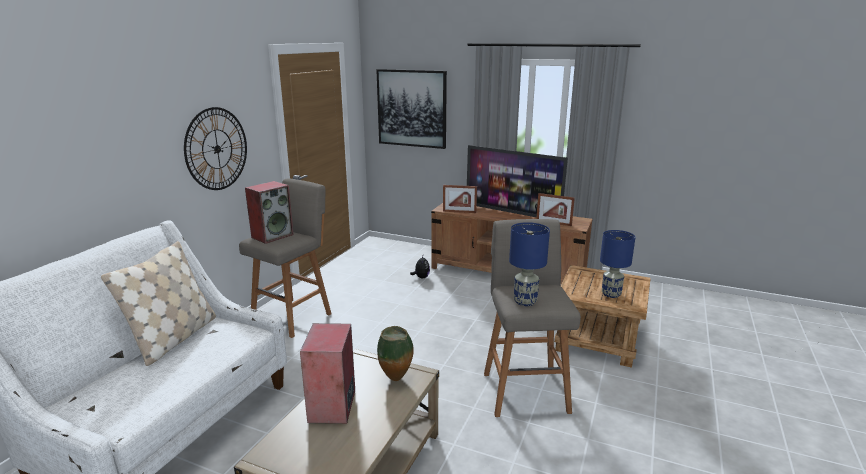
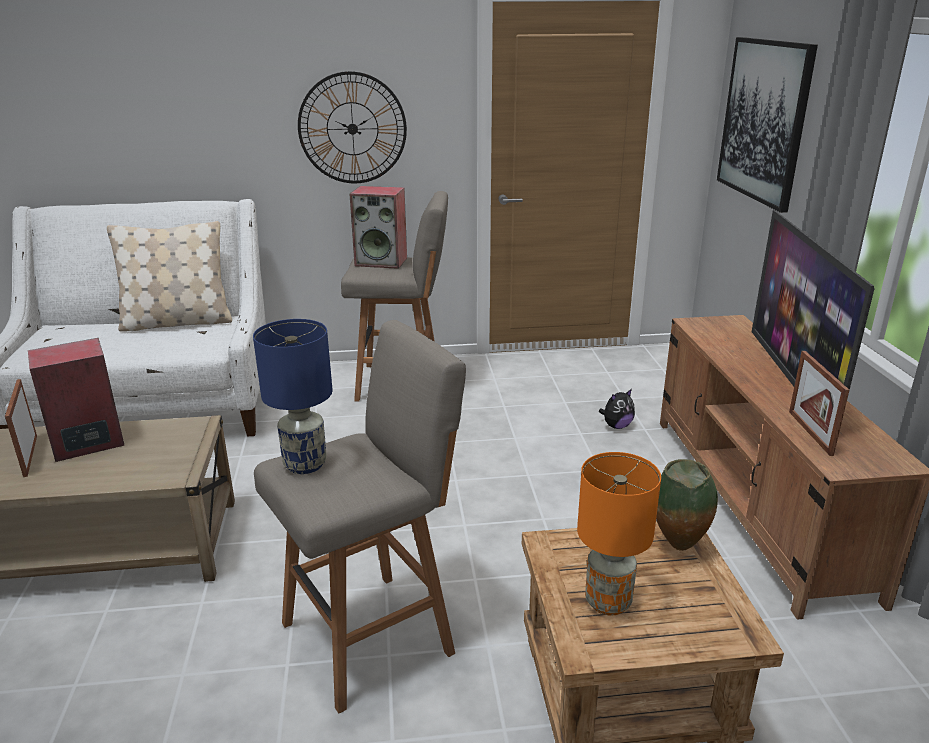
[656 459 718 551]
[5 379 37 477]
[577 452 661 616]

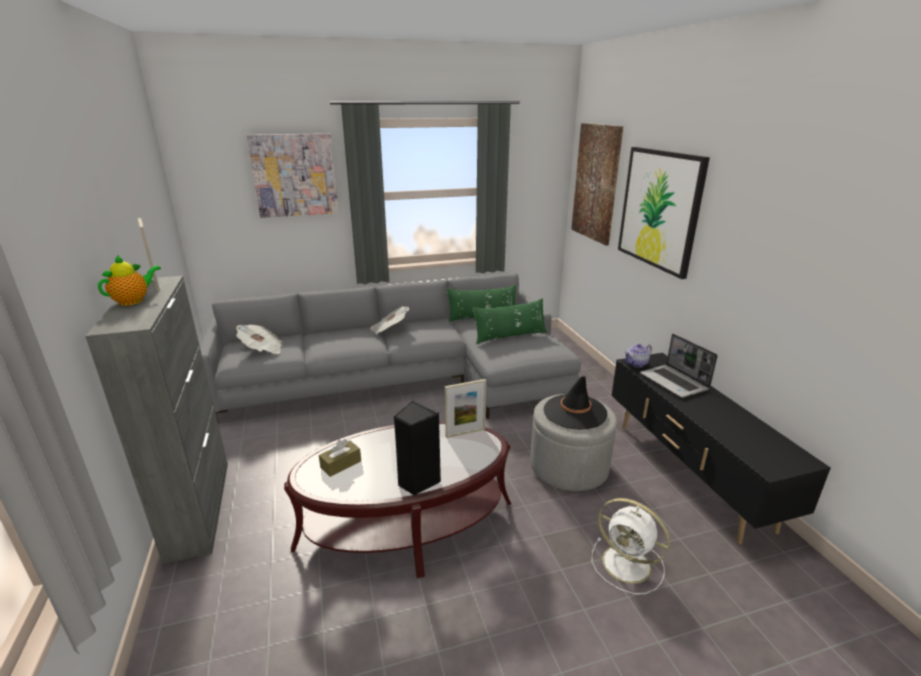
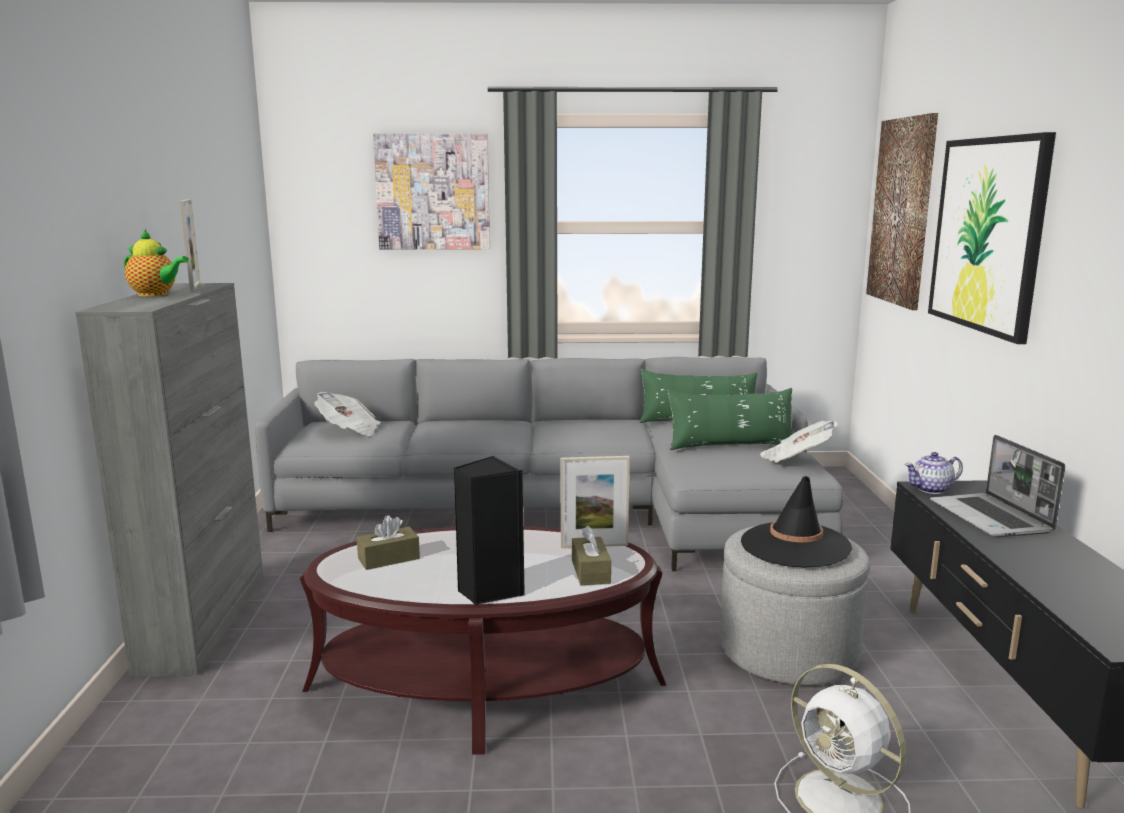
[572 526 611 585]
[760 421 838 463]
[124 229 189 296]

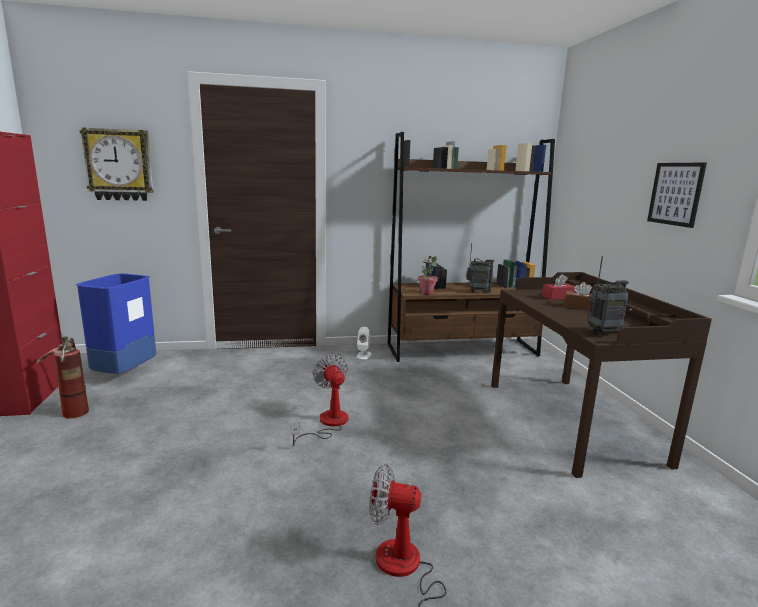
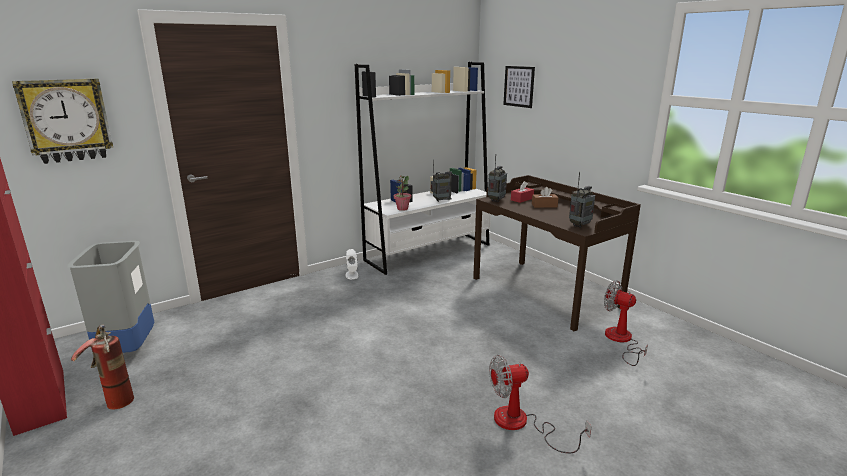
[488 154 507 202]
[604 280 648 366]
[503 66 535 108]
[67 241 154 353]
[355 62 491 275]

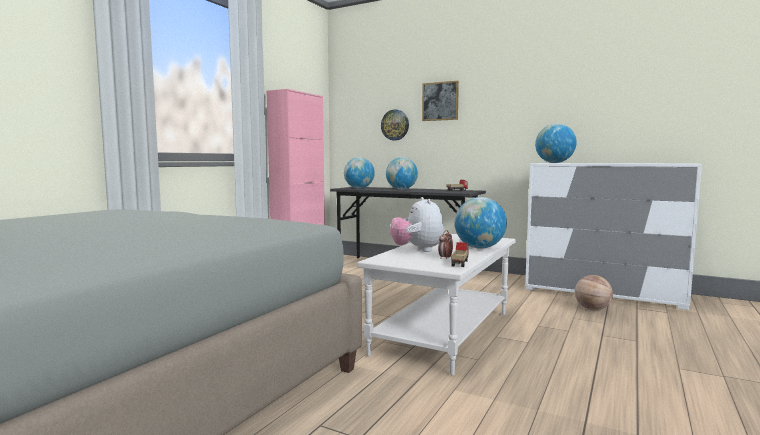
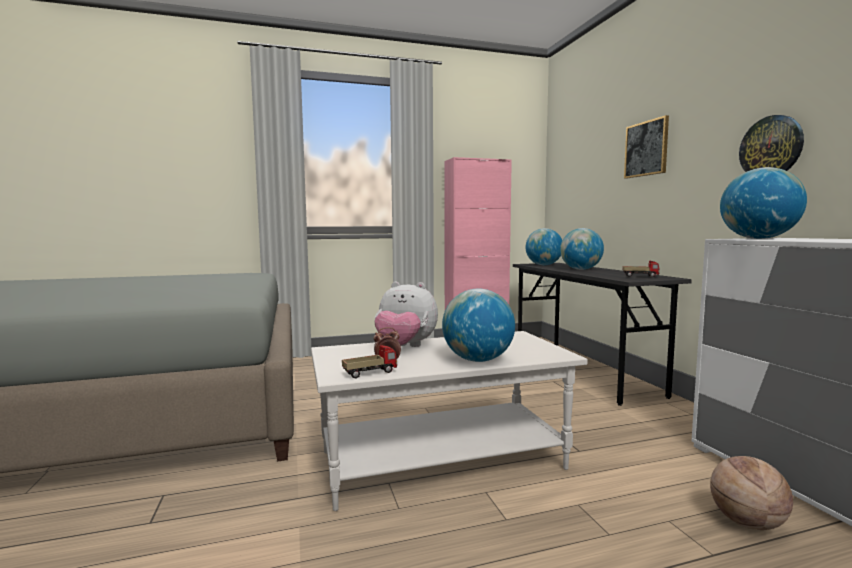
[739 115 804 172]
[374 282 438 347]

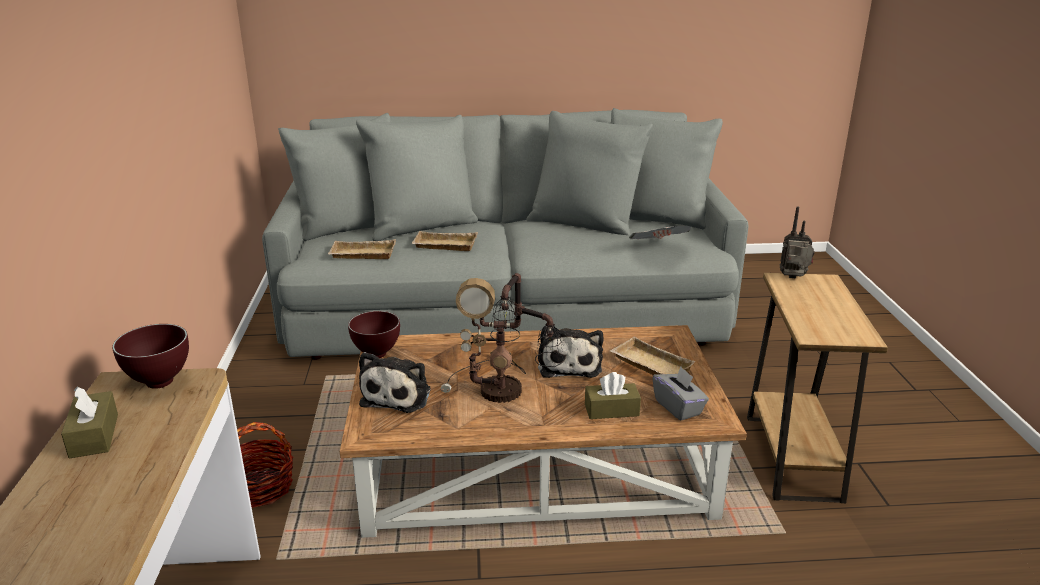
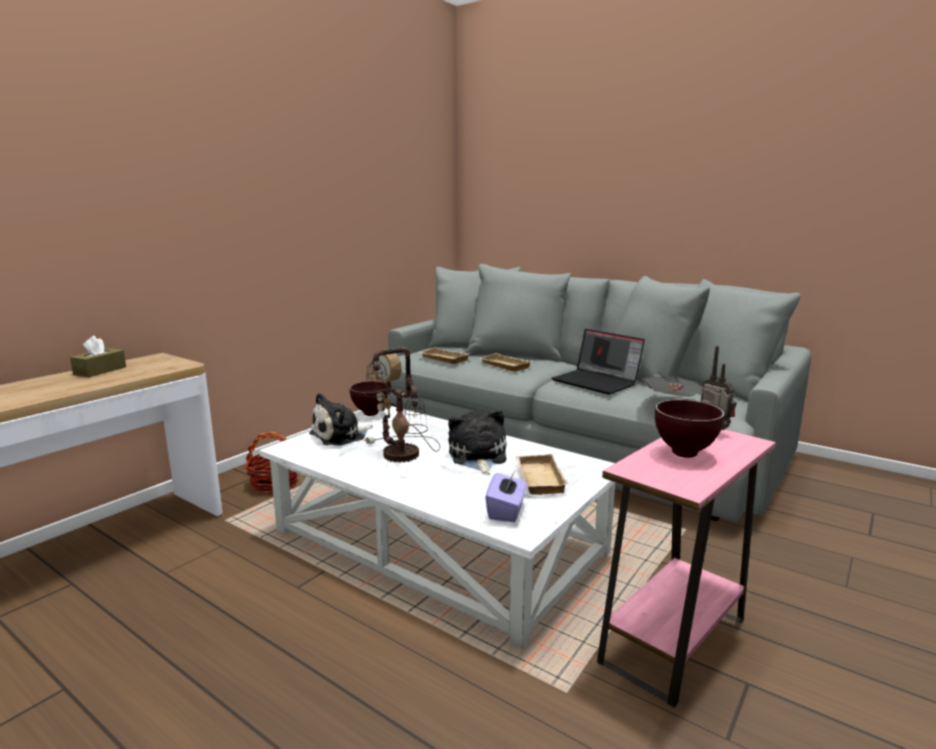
[585 372 641 419] (first image)
[552 329 645 395]
[655 399 724 458]
[259 406 615 649]
[485 471 527 522]
[597 429 776 707]
[448 410 506 475]

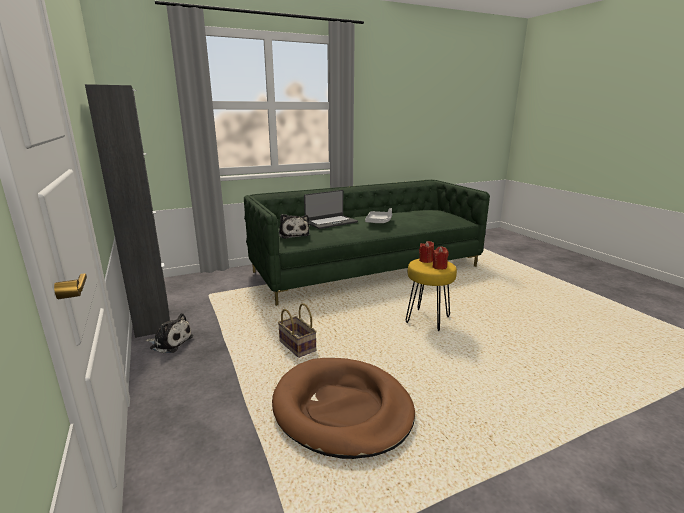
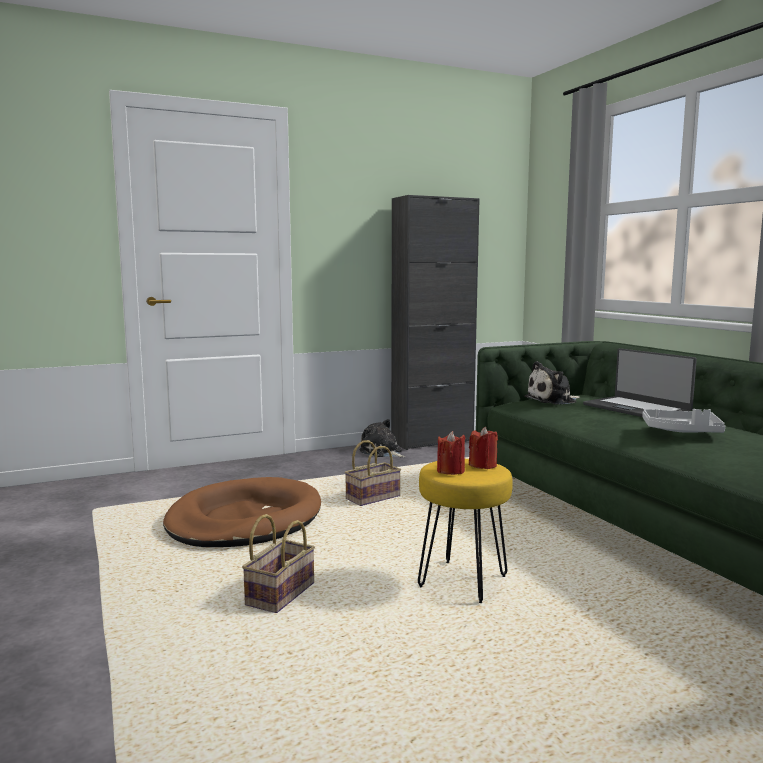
[242 514 315 613]
[359 419 406 458]

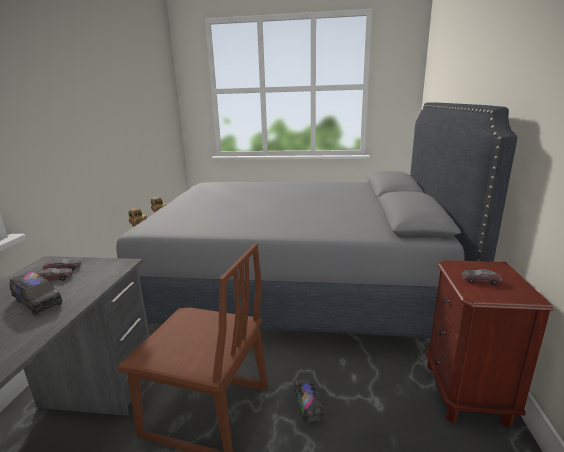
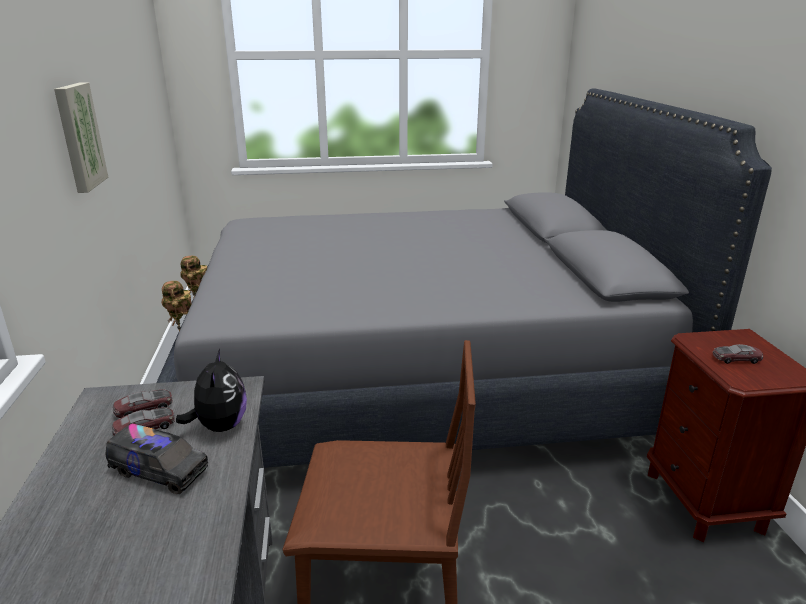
[294 379 324 424] (first image)
[54 82 108 193]
[176 349 247 432]

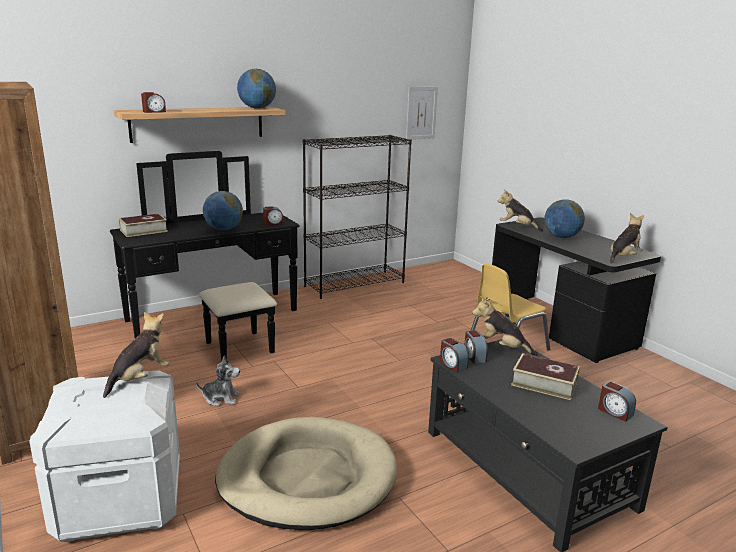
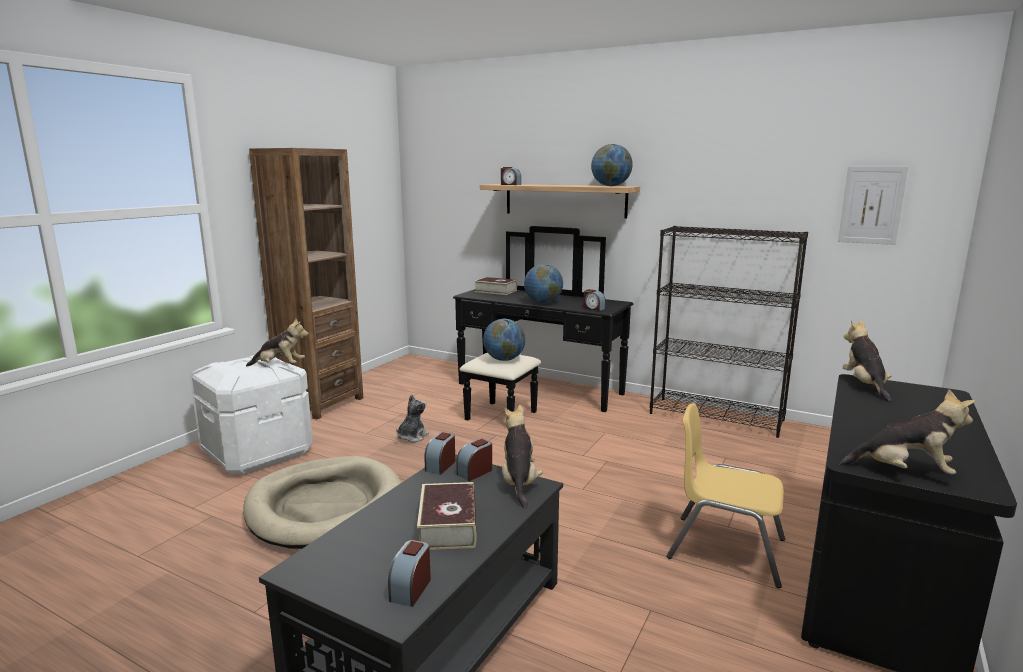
[483 319 525 361]
[396 394 429 442]

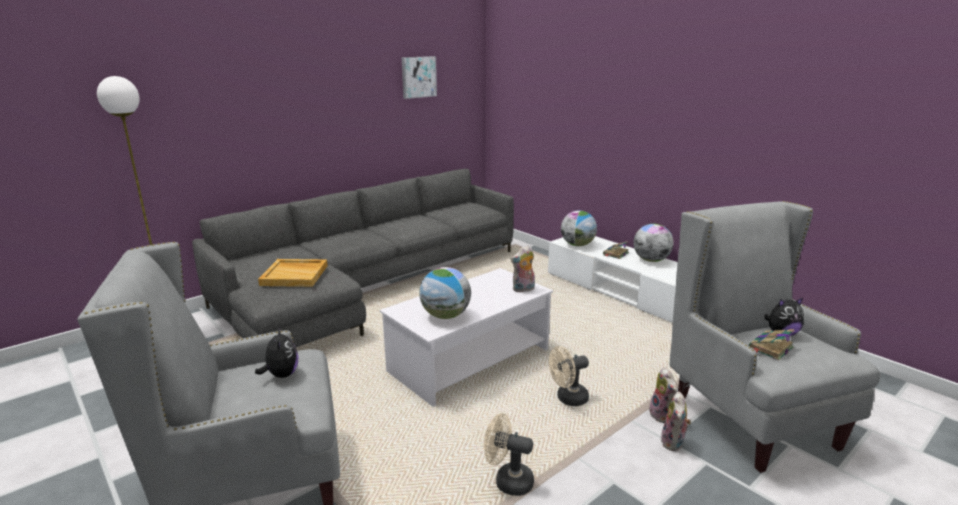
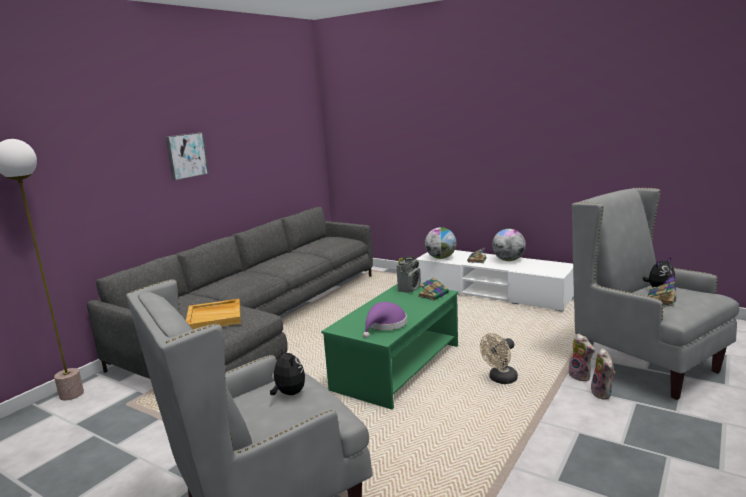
[484 413 534 496] (first image)
[397 256 421 293]
[165 132 209 181]
[363 302 407 338]
[418 277 449 301]
[321 284 458 410]

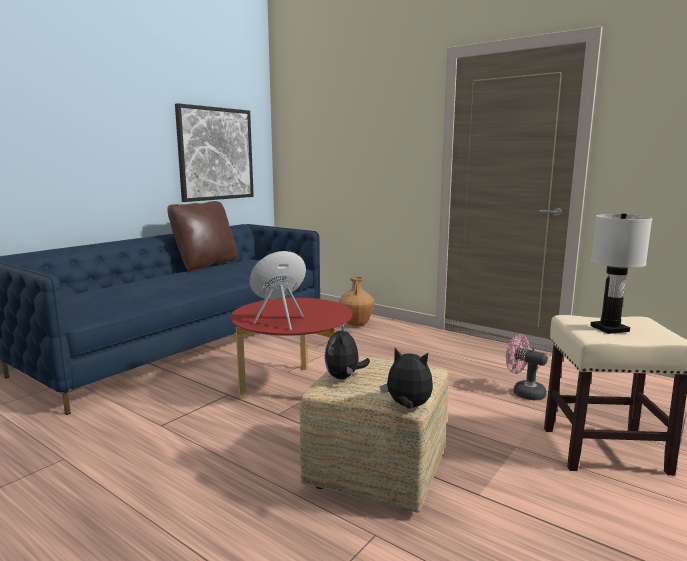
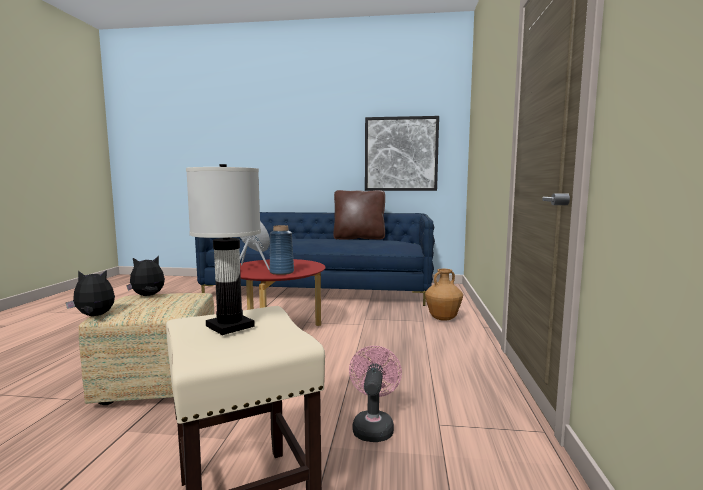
[270 225 294 275]
[66 270 115 316]

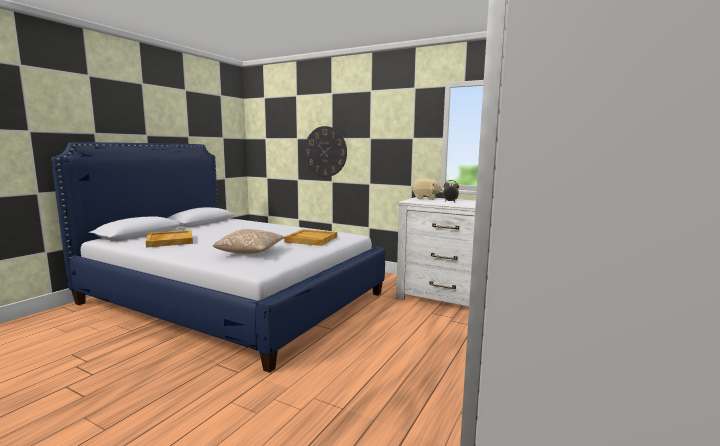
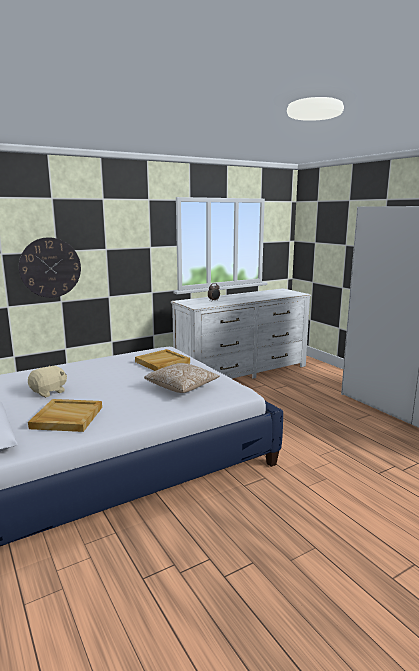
[28 366 67 397]

